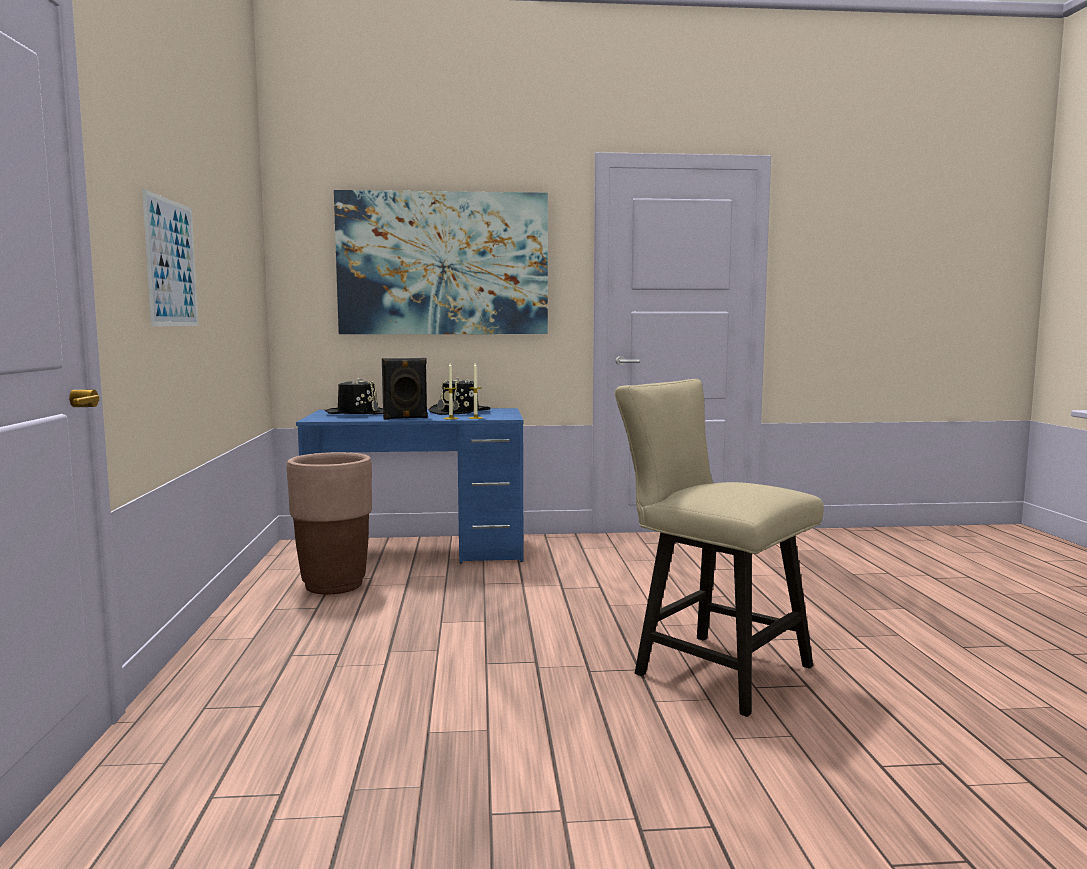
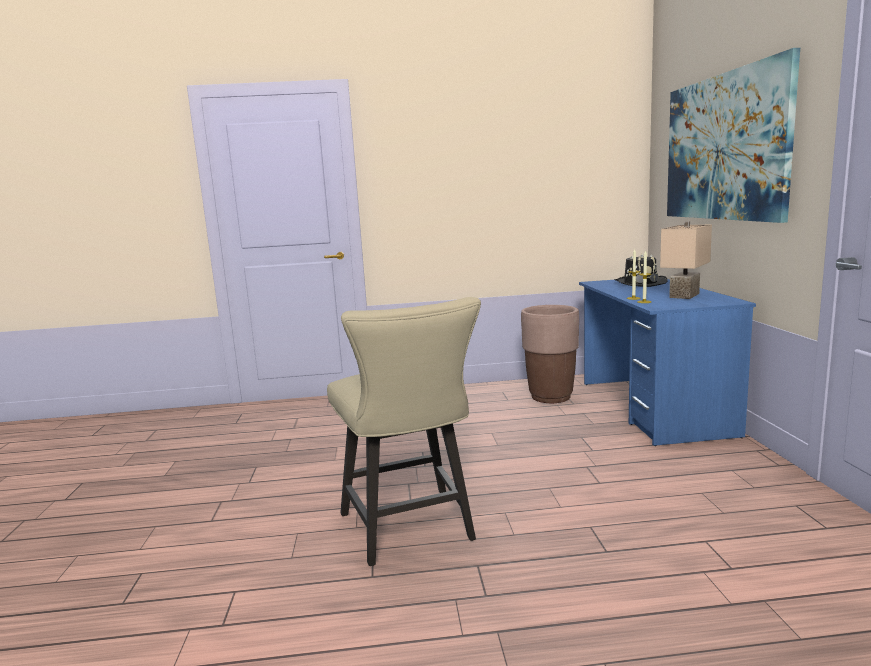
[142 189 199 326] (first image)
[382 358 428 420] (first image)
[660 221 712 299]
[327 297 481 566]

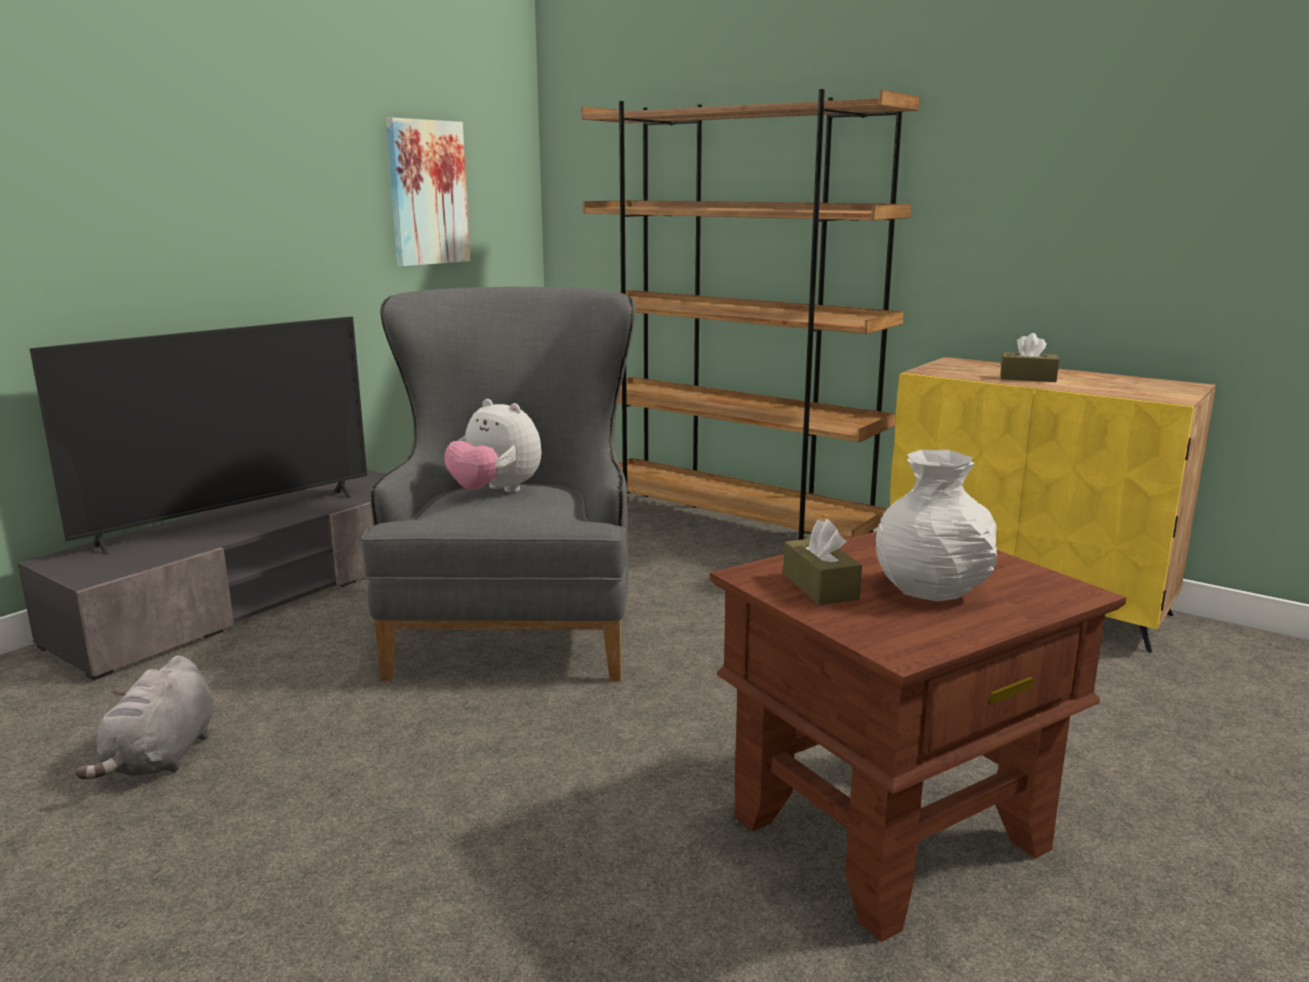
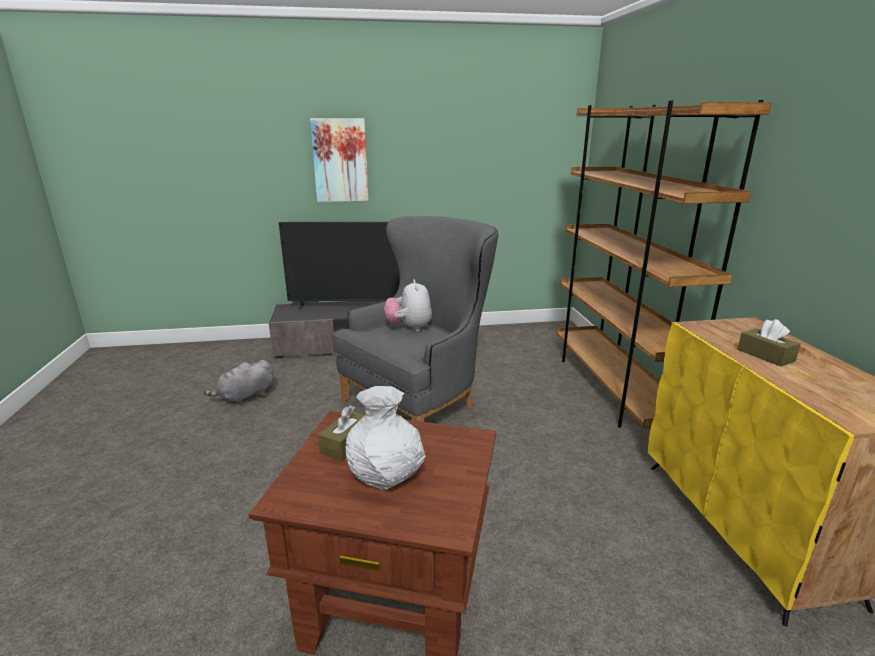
[310 118 369 202]

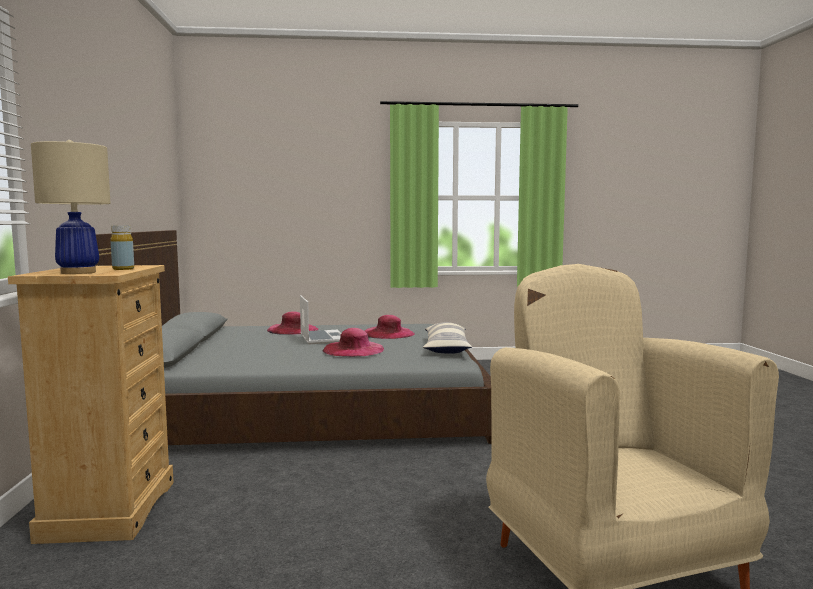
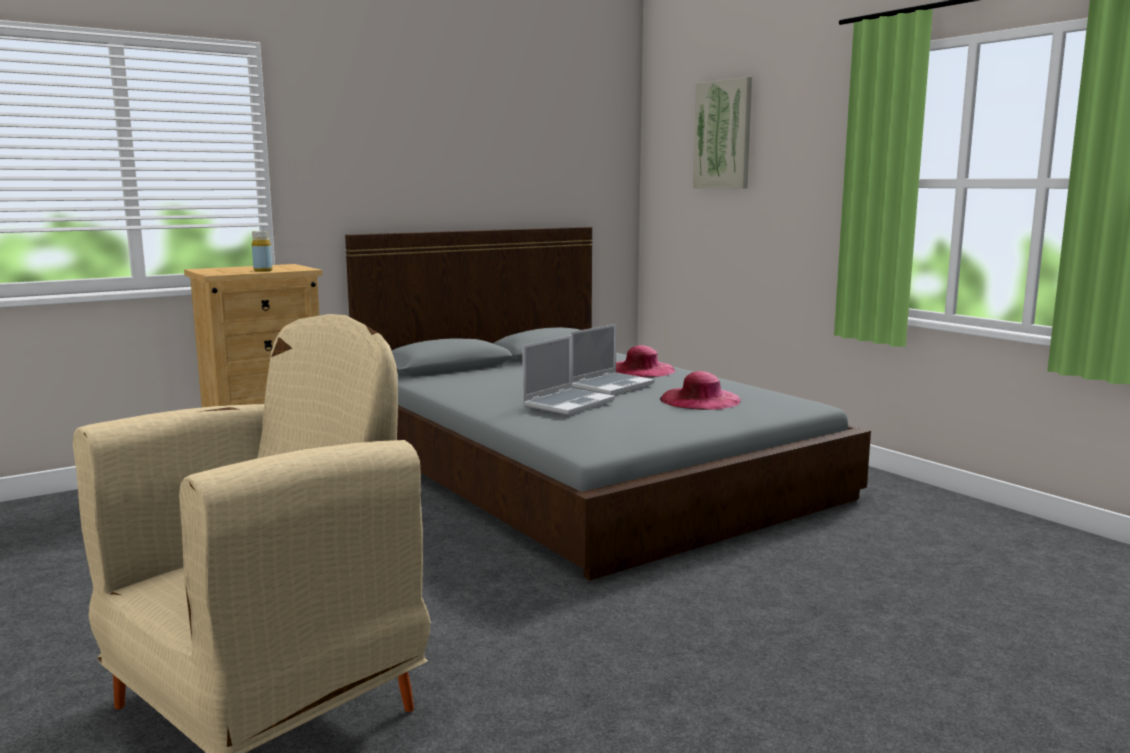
[31 140 111 274] (first image)
[423 322 472 354] (first image)
[693 77 752 188]
[522 335 615 415]

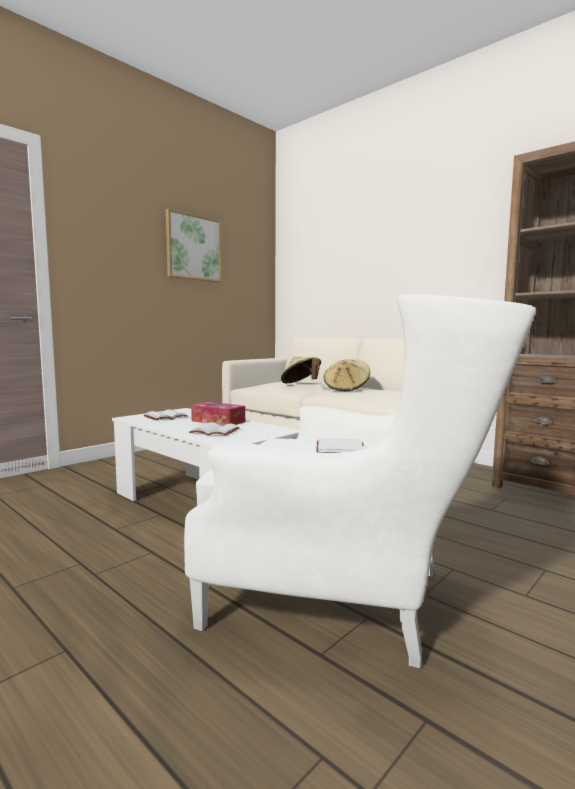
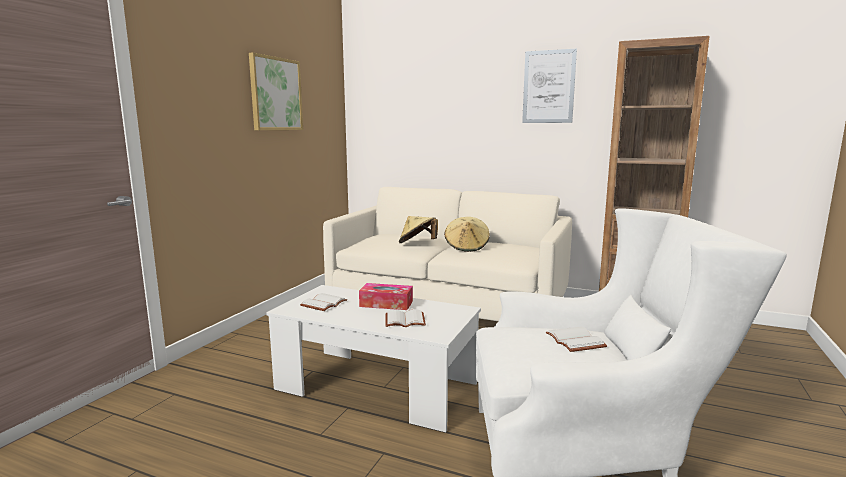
[522 48 577 123]

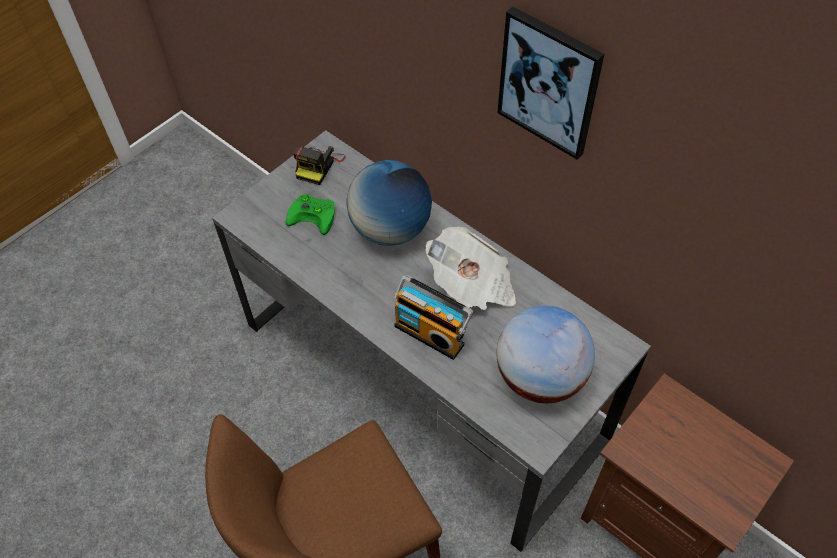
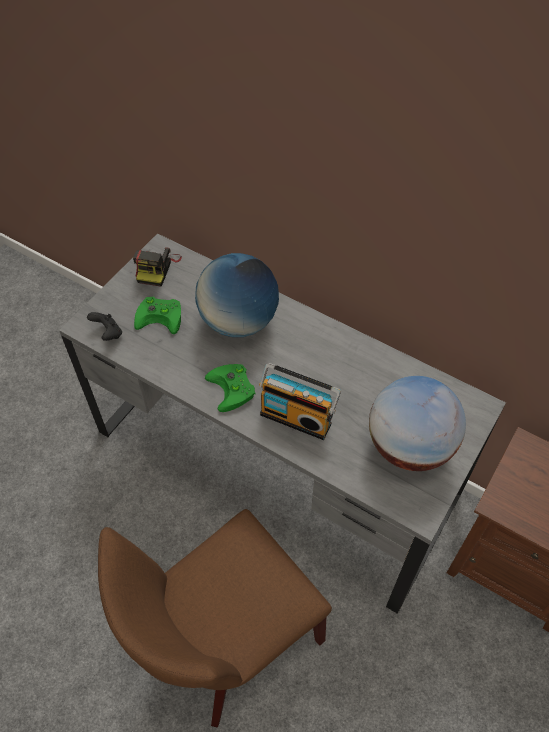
[426 226 516 310] (first image)
[497 7 604 160] (first image)
[87 312 122 341]
[205 364 256 412]

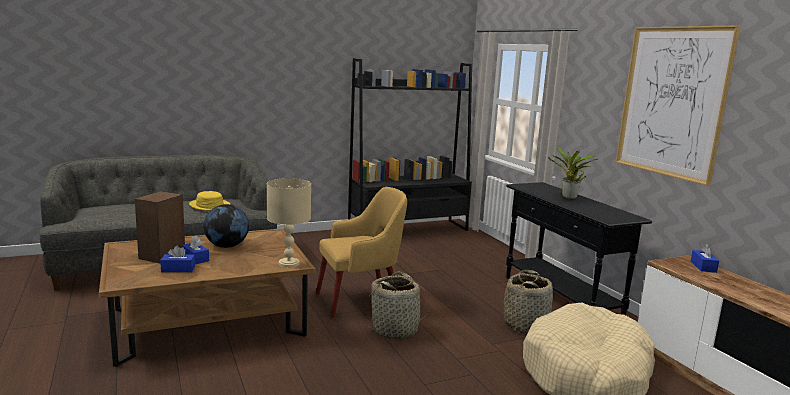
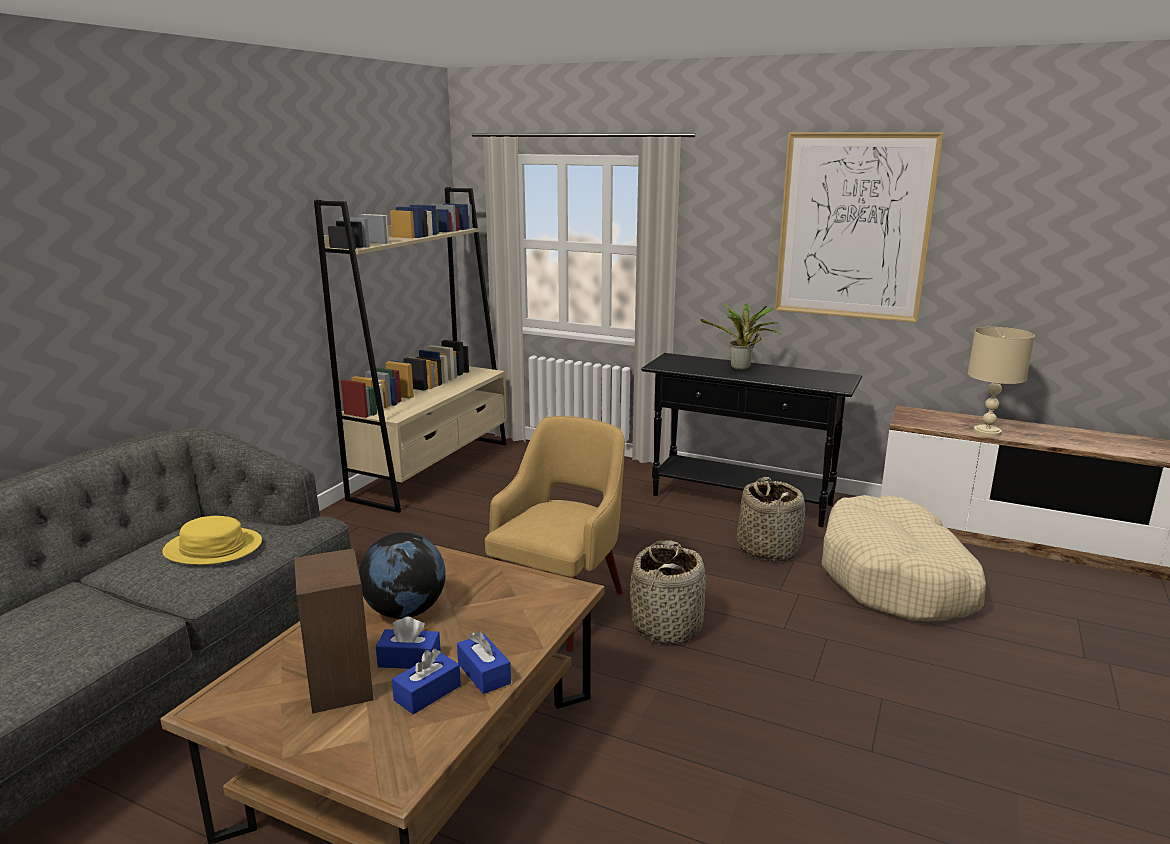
[968 327 1035 437]
[457 631 511 694]
[314 187 507 513]

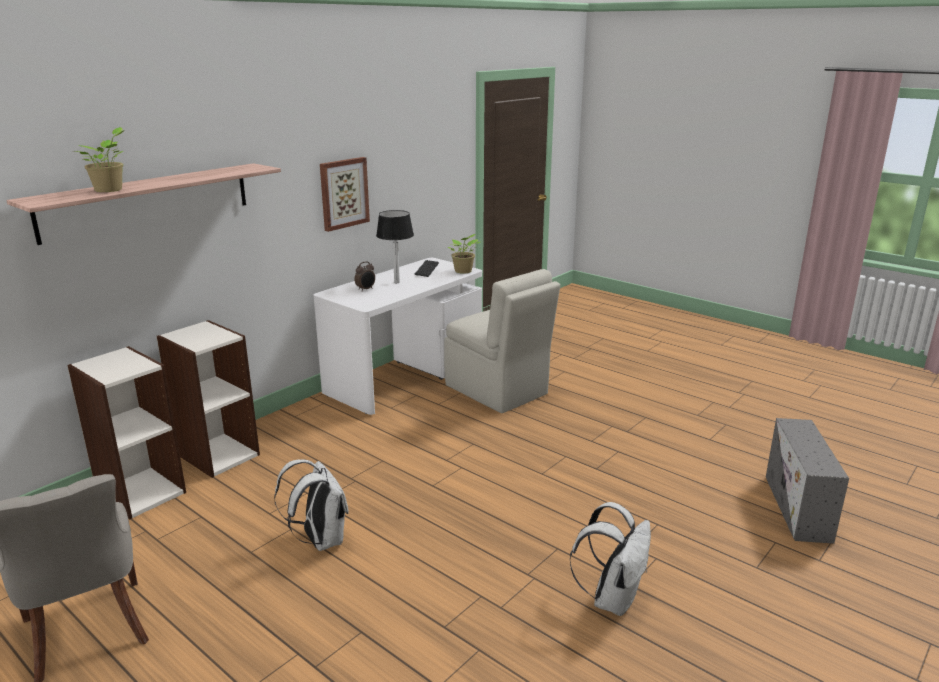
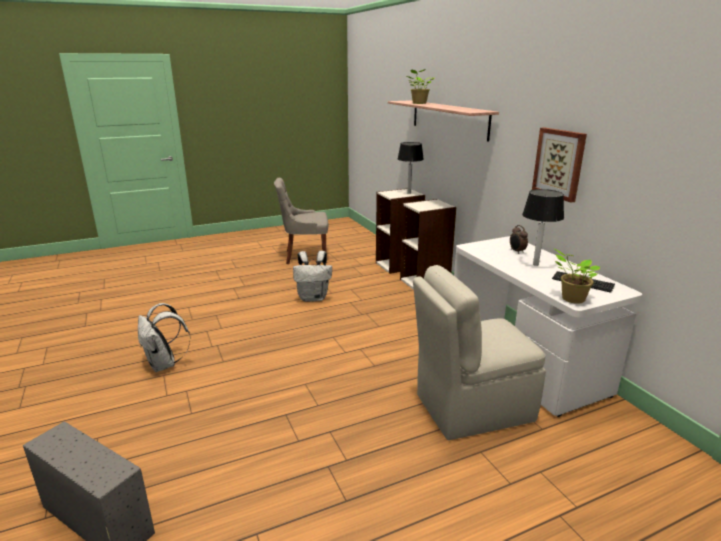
[398 142 424 194]

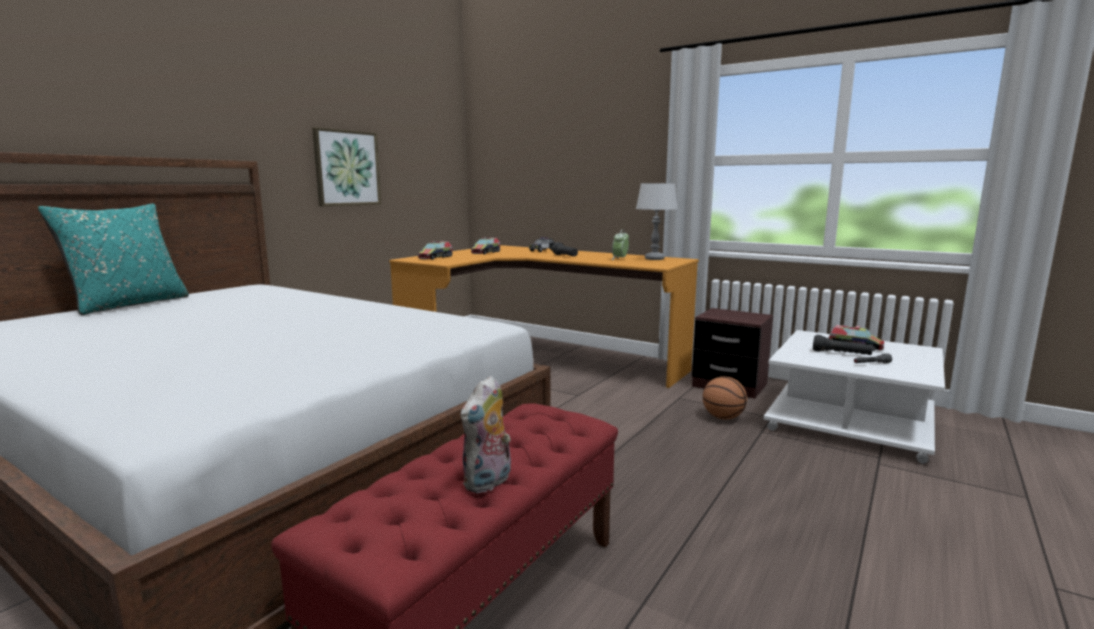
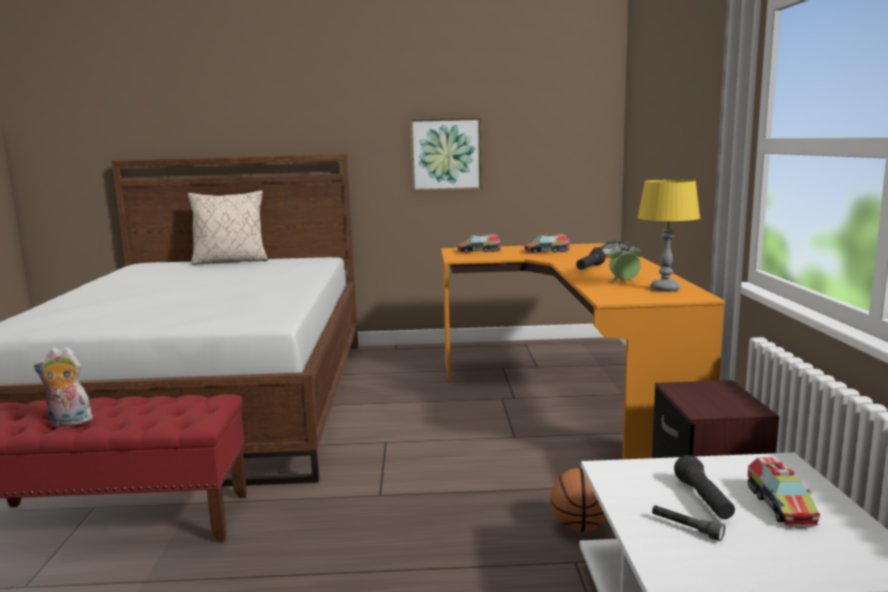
[188 190 268 265]
[637 179 700 292]

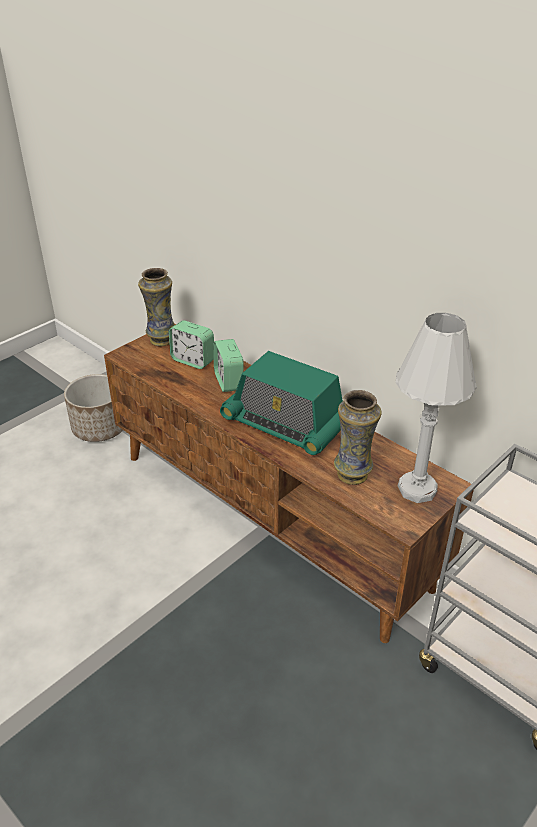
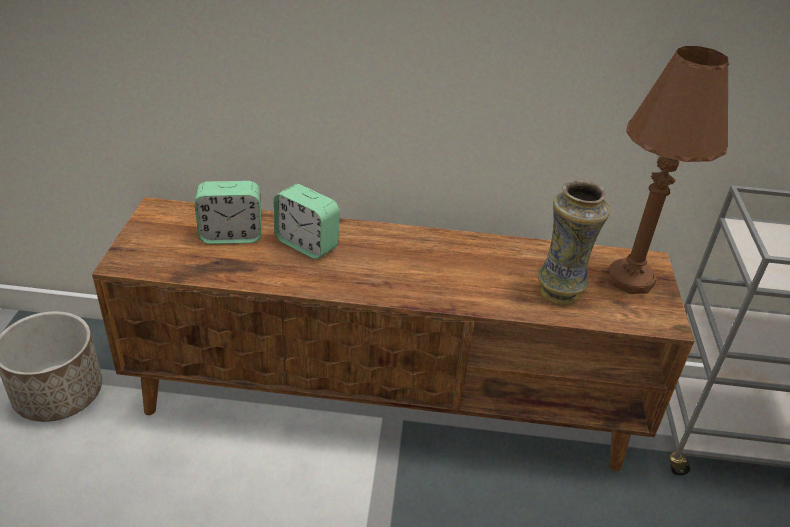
[138 268 175 346] (first image)
[220 351 343 455] (first image)
[609 46 729 294]

